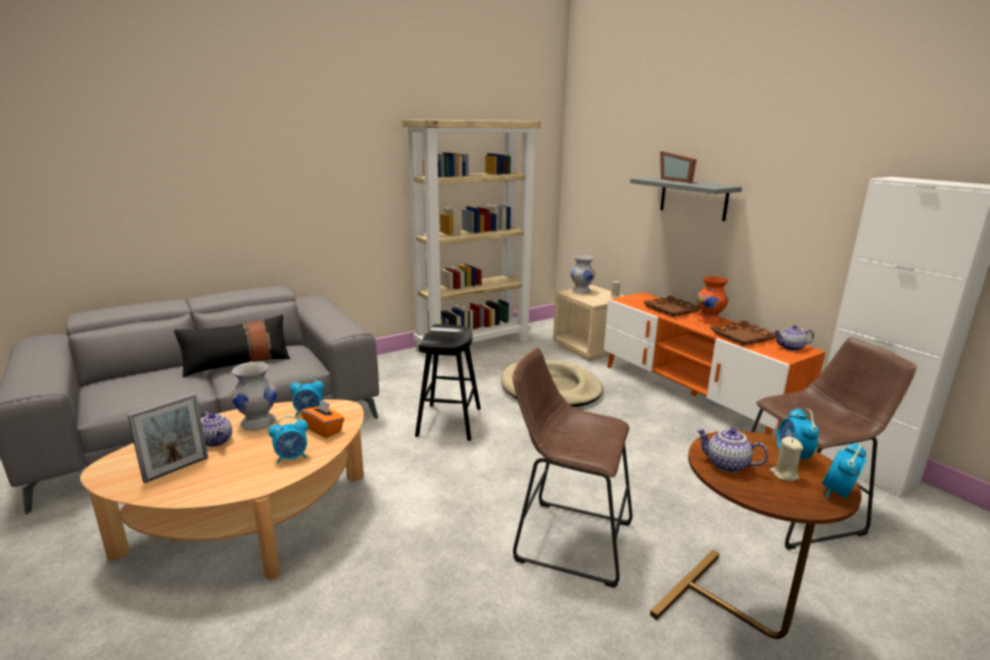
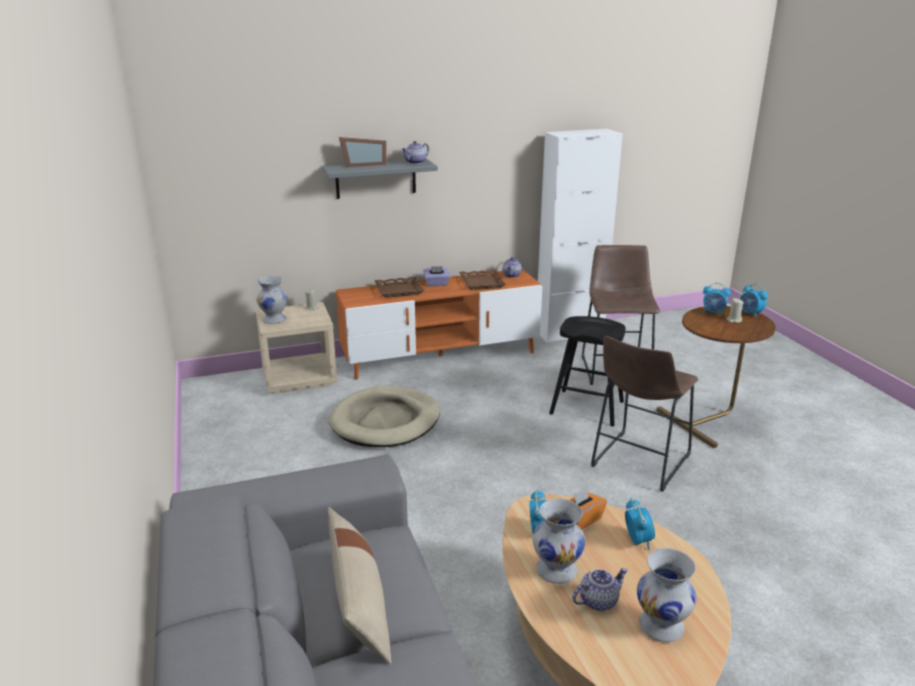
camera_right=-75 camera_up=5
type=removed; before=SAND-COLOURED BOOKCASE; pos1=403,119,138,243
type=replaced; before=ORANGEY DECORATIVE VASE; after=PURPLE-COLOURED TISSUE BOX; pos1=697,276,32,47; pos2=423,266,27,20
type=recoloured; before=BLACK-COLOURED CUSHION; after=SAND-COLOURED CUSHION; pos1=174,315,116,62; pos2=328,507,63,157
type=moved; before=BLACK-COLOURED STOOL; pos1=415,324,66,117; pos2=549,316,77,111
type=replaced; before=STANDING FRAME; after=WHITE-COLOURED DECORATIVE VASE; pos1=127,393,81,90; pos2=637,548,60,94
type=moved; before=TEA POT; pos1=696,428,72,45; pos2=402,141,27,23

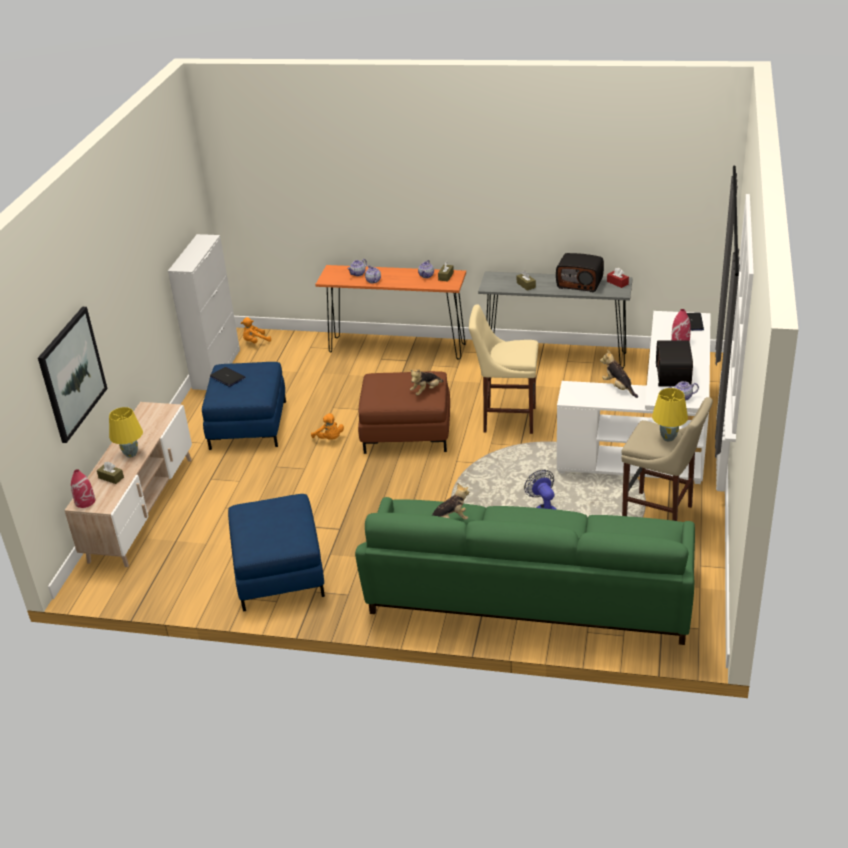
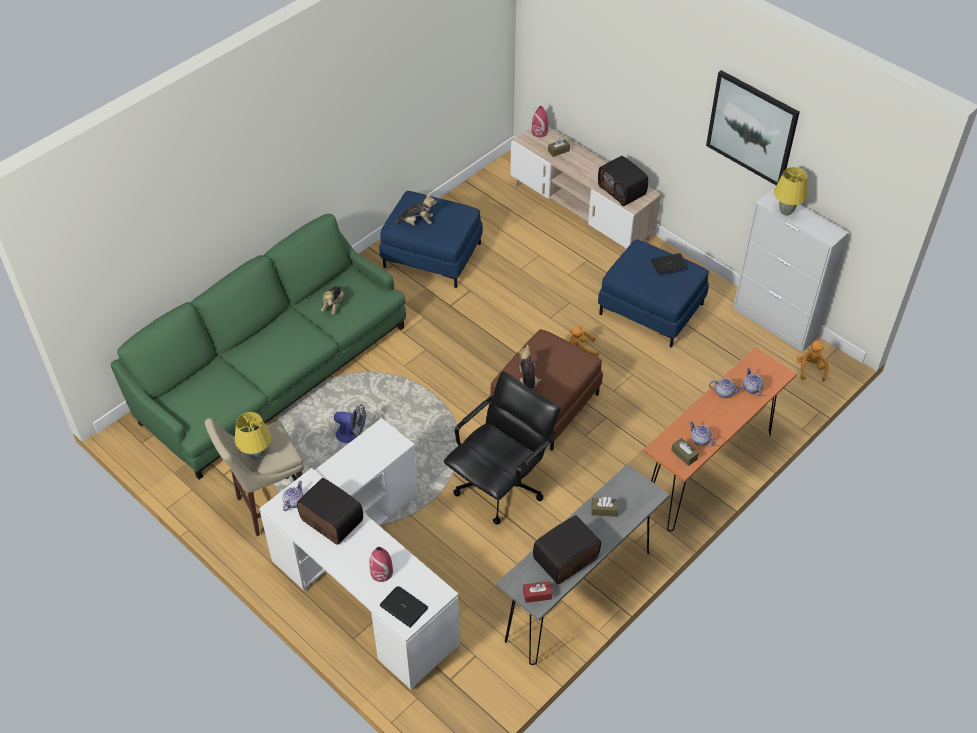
camera_right=120 camera_up=15
type=replaced; before=SAND-COLOURED STOOL; after=BLACK-COLOURED COMPUTER CHAIR; pos1=469,304,70,130; pos2=444,371,116,154
type=moved; before=WALL PICTURE; pos1=38,307,70,136; pos2=706,70,94,116
type=moved; before=CUDDLY TOY; pos1=600,350,38,48; pos2=394,193,43,32
type=moved; before=YELLOW LAMP FOR A TABLE; pos1=109,407,34,51; pos2=774,167,33,49
type=added; after=RADIO; pos2=598,156,50,50

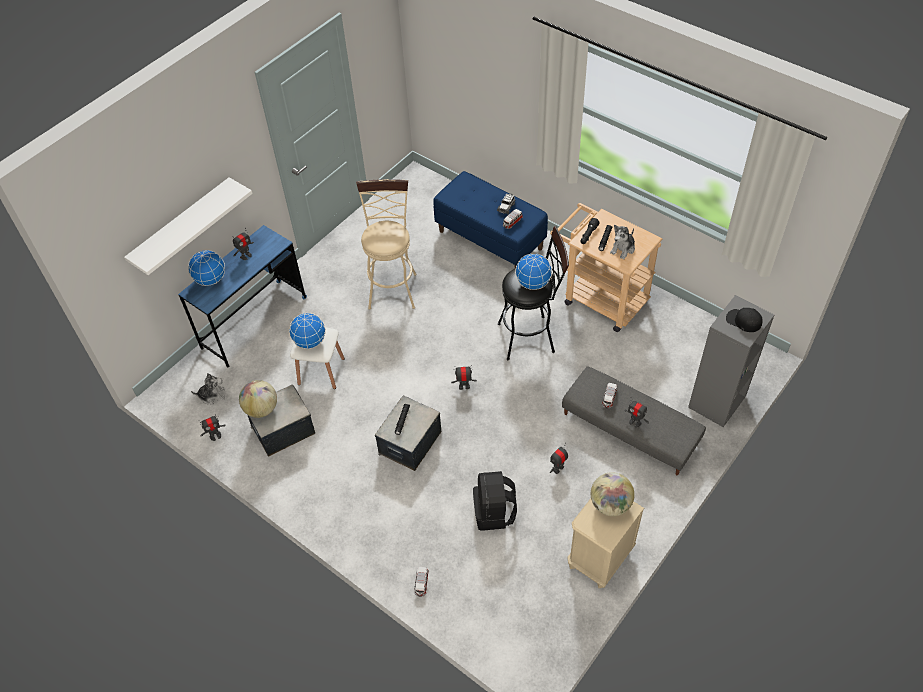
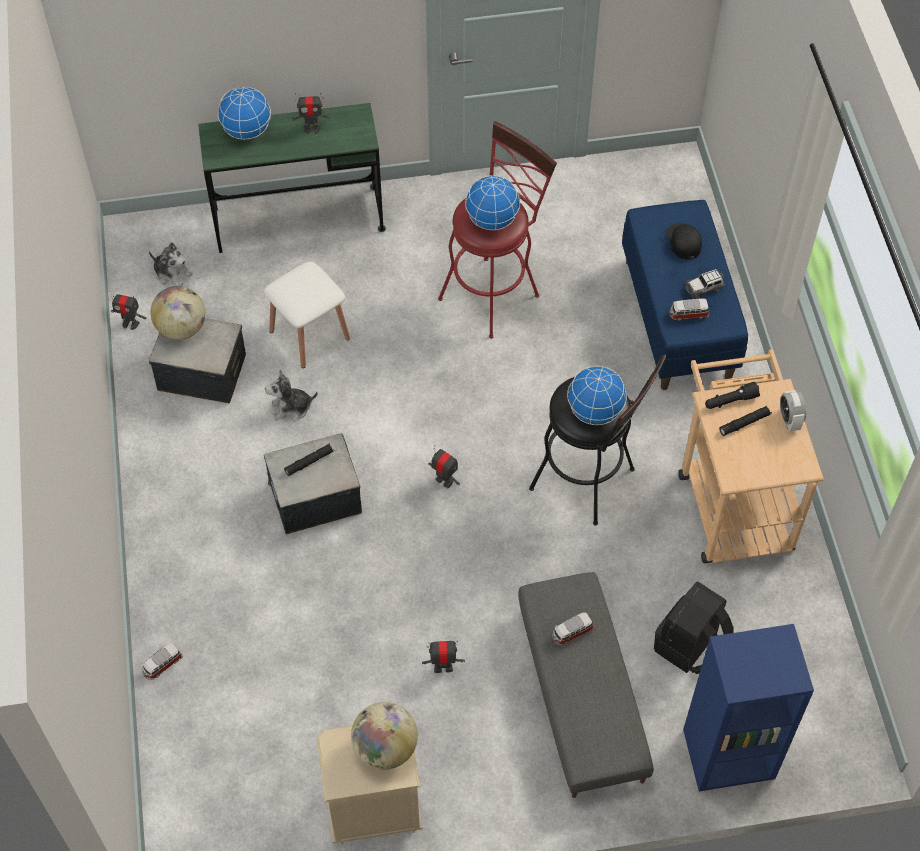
camera_right=40 camera_up=5
type=removed; before=WHITE-COLOURED BRACKET SHELF; pos1=124,177,129,98
type=recoloured; before=SAND-COLOURED STOOL; after=REDDISH STOOL; pos1=356,179,60,131; pos2=438,121,119,218
type=recoloured; before=BLUISH DESK TABLE; after=GREEN DESK TABLE; pos1=178,225,129,142; pos2=198,103,188,150
type=moved; before=CUDDLY TOY; pos1=610,225,25,34; pos2=265,370,53,51
type=recoloured; before=GREYISH BOOKCASE; after=BLUISH BOOKCASE; pos1=688,295,86,132; pos2=683,624,131,167
type=moved; before=BLACK-COLOURED BASEBALL CAP; pos1=726,308,36,24; pos2=666,223,36,37
type=moved; before=GLOBE; pos1=289,313,37,36; pos2=465,175,55,55
type=removed; before=ROBOT FIGURE; pos1=624,397,25,31
type=moved; before=BLACK-COLOURED RUCKSACK; pos1=473,471,44,60; pos2=654,581,79,93
type=added; after=ALARM CLOCK; pos2=780,390,26,42

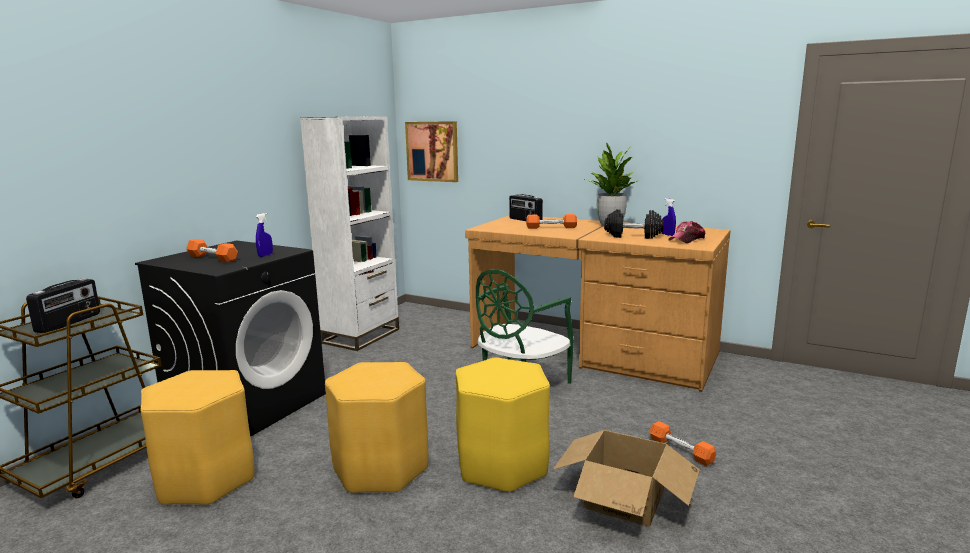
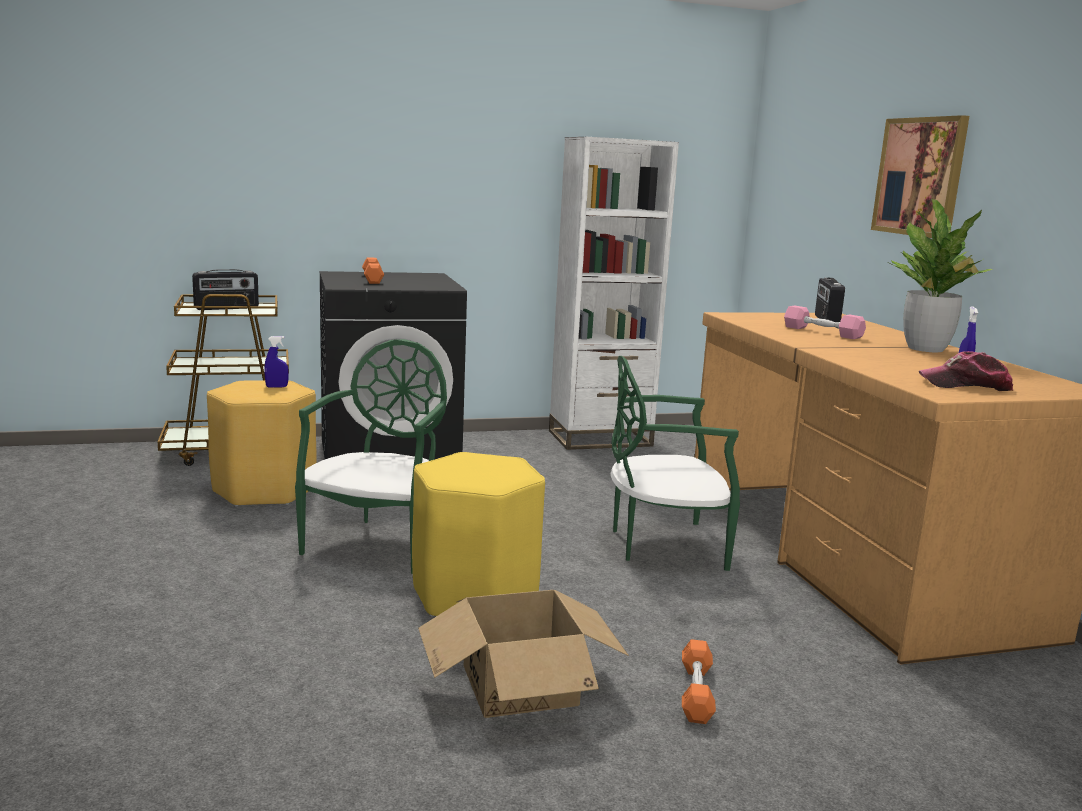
camera_right=45 camera_up=0
type=moved; before=WALL PICTURE; pos1=405,121,53,61; pos2=871,115,98,123
type=removed; before=BLACK-COLOURED DUMBBELL; pos1=604,209,60,30
type=moved; before=BLUISH SPRAYER; pos1=256,213,17,44; pos2=264,336,25,52
type=recoloured; before=ORANGEY DUMBBELL; after=PINK-COLOURED DUMBBELL; pos1=526,214,51,15; pos2=784,306,82,33
type=replaced; before=YELLOW STOOL; after=GREEN CHAIR; pos1=325,362,103,131; pos2=295,339,152,235

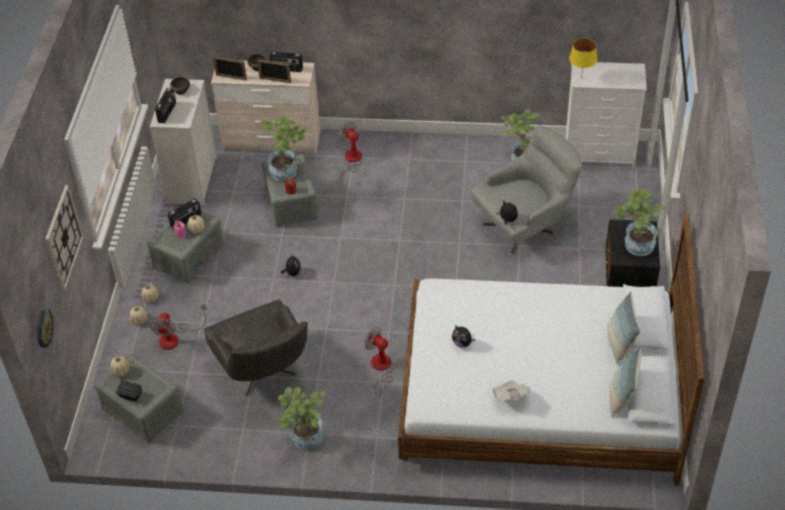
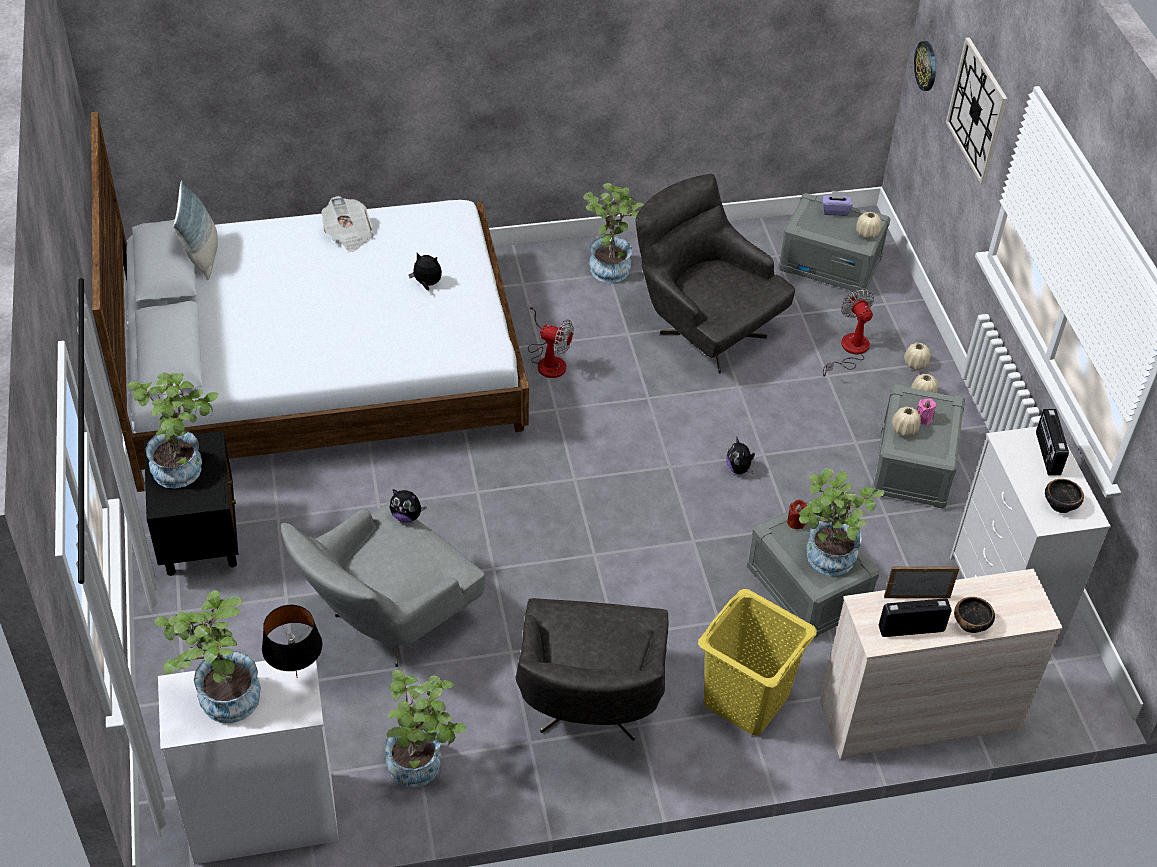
camera_right=160 camera_up=0
type=recoloured; before=YELLOW LAMP FOR A TABLE; after=BLACK-COLOURED LAMP FOR A TABLE; pos1=569,38,29,41; pos2=262,605,60,73
type=removed; before=STANDING FRAME; pos1=213,56,34,24
type=replaced; before=COOLING FAN; after=YELLOW WASHING BASKET; pos1=339,122,23,58; pos2=698,589,119,146
type=removed; before=RADIO; pos1=168,198,33,31
type=removed; before=CUSHION; pos1=607,292,33,72
type=recoloured; before=BLACK-COLOURED TISSUE BOX; after=PURPLE-COLOURED TISSUE BOX; pos1=116,381,26,21; pos2=822,191,31,25
type=added; after=PLANT IN A POT; pos2=155,590,106,133
type=added; after=GREYISH ARMCHAIR; pos2=516,598,152,143

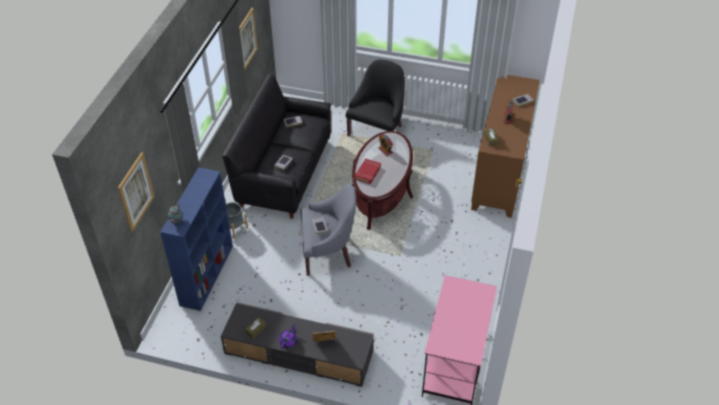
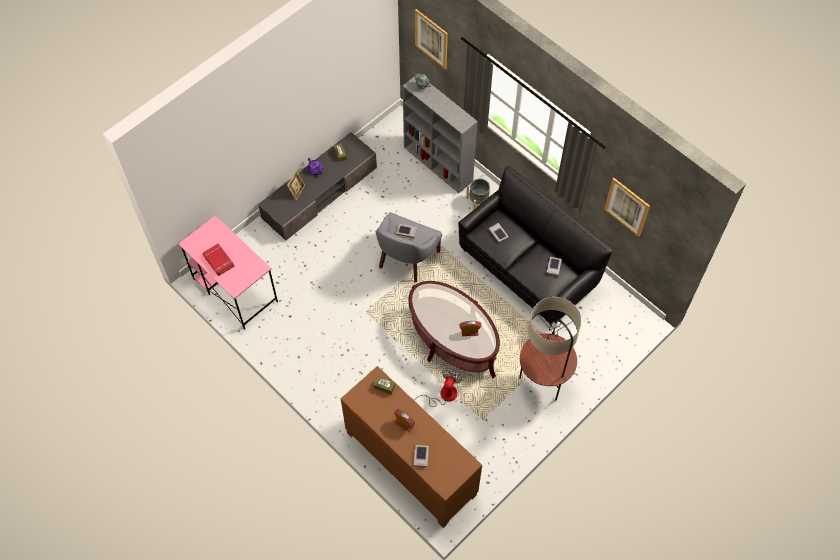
camera_right=120 camera_up=15
type=replaced; before=BLACK-COLOURED ARMCHAIR; after=STANDING LAMP; pos1=346,59,59,78; pos2=519,297,62,103
type=moved; before=REDDISH VOLUME; pos1=355,159,26,25; pos2=203,244,31,32
type=recoloured; before=BLUISH BOOKCASE; after=GREYISH BOOKCASE; pos1=160,167,73,144; pos2=403,74,75,119
type=added; after=COOLING FAN; pos2=412,370,50,37

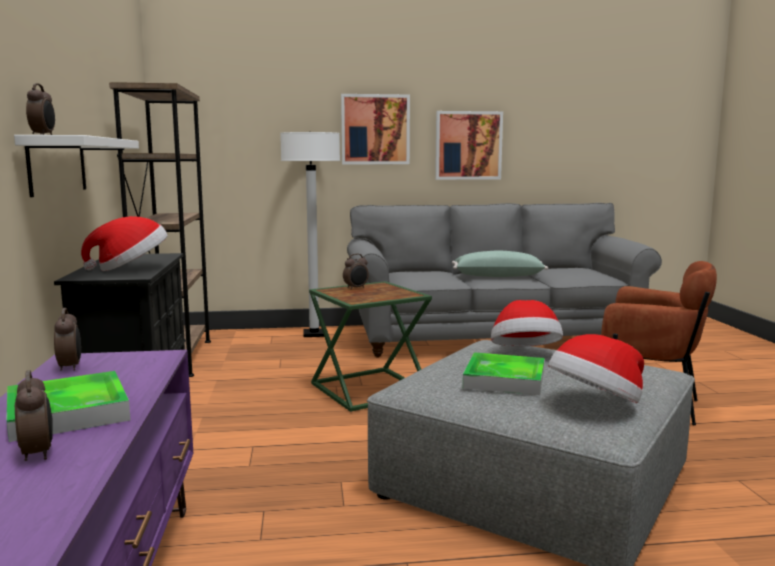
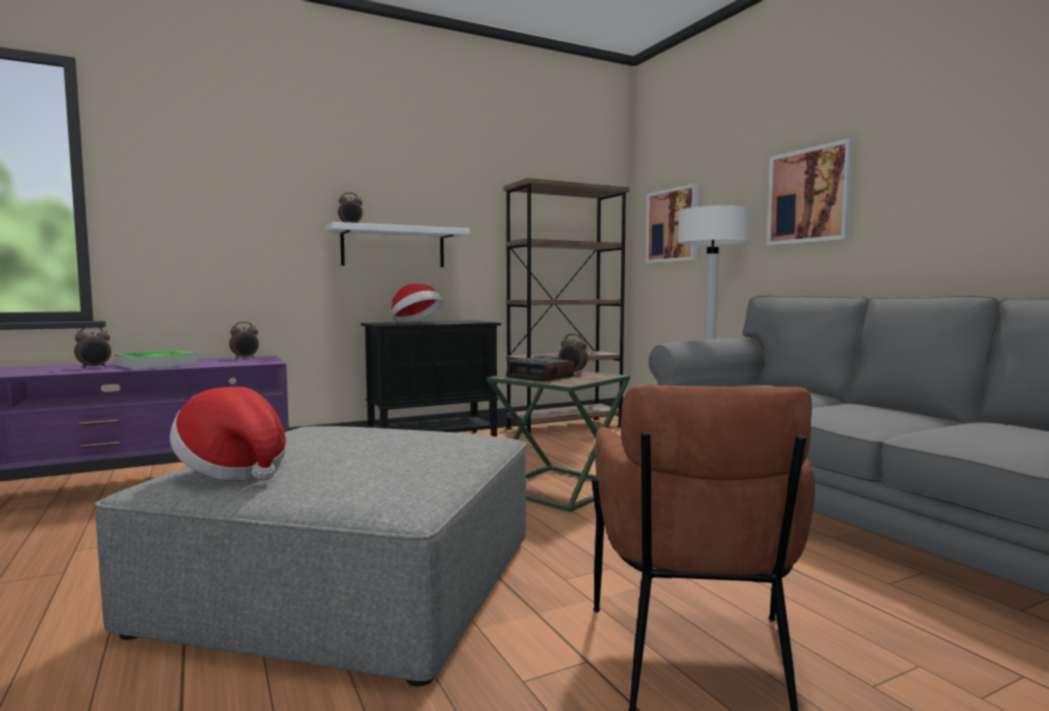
camera_right=70 camera_up=-5
type=moved; before=WALL PICTURE; pos1=435,111,68,69; pos2=646,183,53,80
type=removed; before=GREEN CUSHION; pos1=452,251,96,26
type=removed; before=HAT; pos1=491,300,72,46
type=removed; before=TRAY; pos1=463,352,82,43
type=added; after=ALARM CLOCK; pos2=506,357,68,24

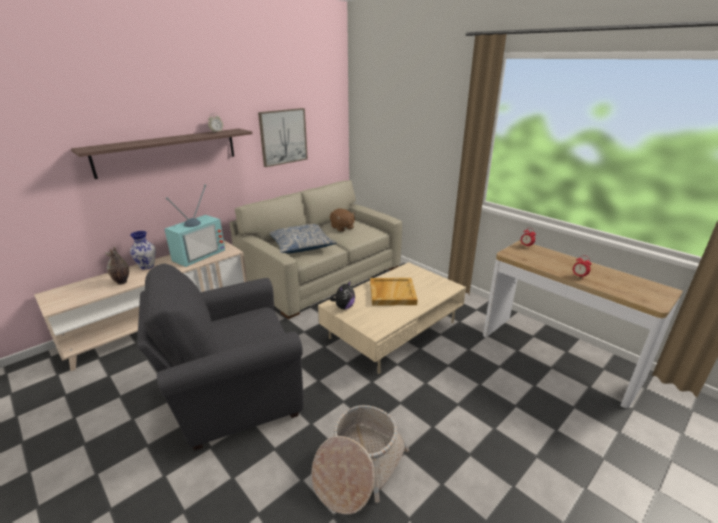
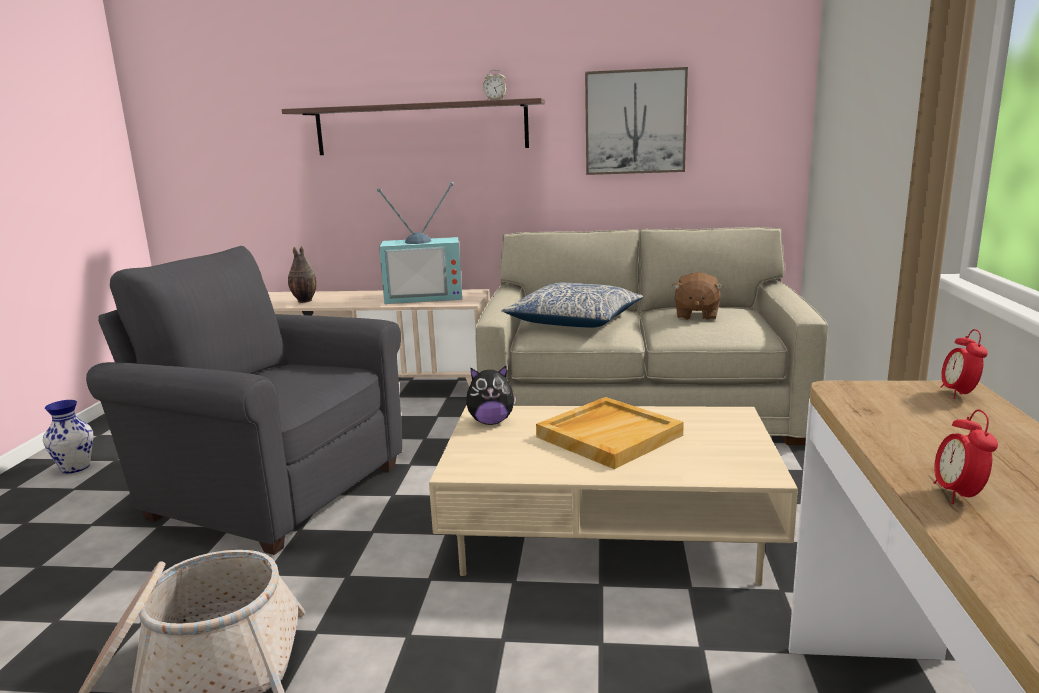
camera_right=50 camera_up=-10
type=moved; before=DECORATIVE VASE; pos1=130,231,26,39; pos2=43,400,51,73

